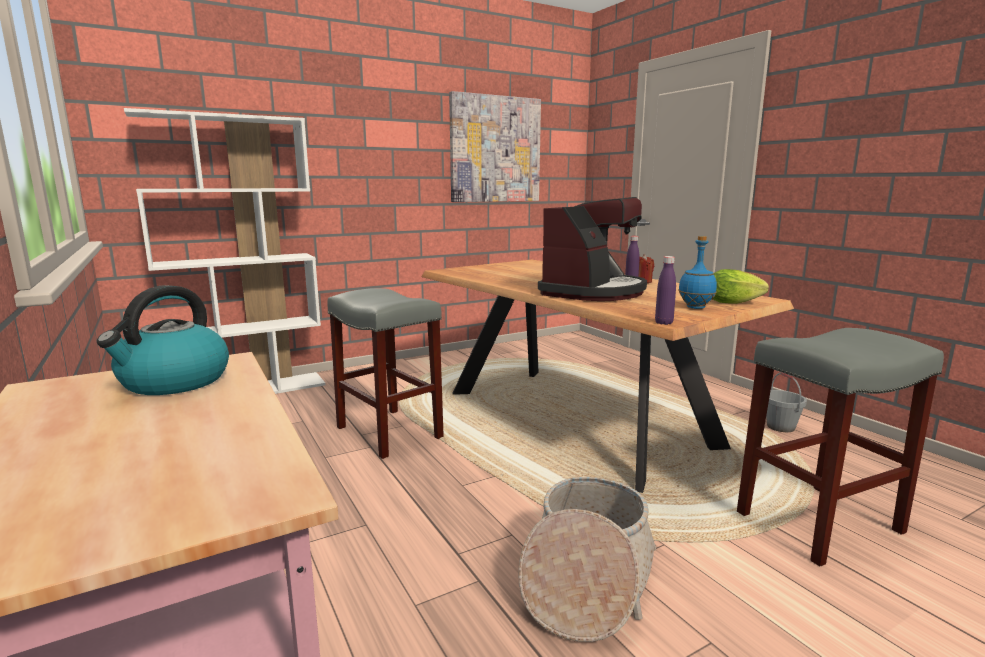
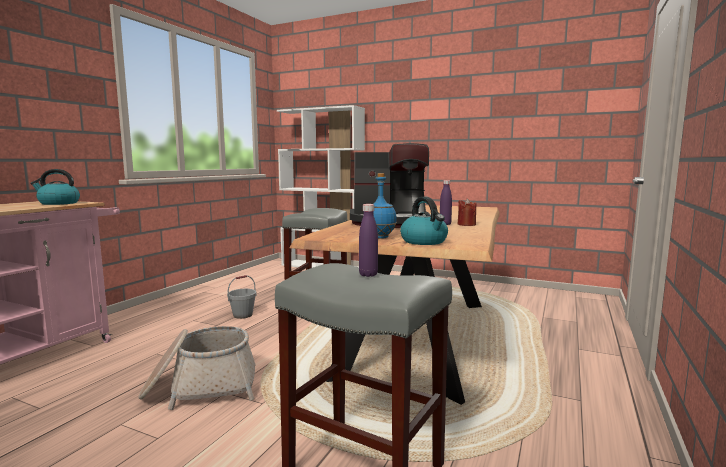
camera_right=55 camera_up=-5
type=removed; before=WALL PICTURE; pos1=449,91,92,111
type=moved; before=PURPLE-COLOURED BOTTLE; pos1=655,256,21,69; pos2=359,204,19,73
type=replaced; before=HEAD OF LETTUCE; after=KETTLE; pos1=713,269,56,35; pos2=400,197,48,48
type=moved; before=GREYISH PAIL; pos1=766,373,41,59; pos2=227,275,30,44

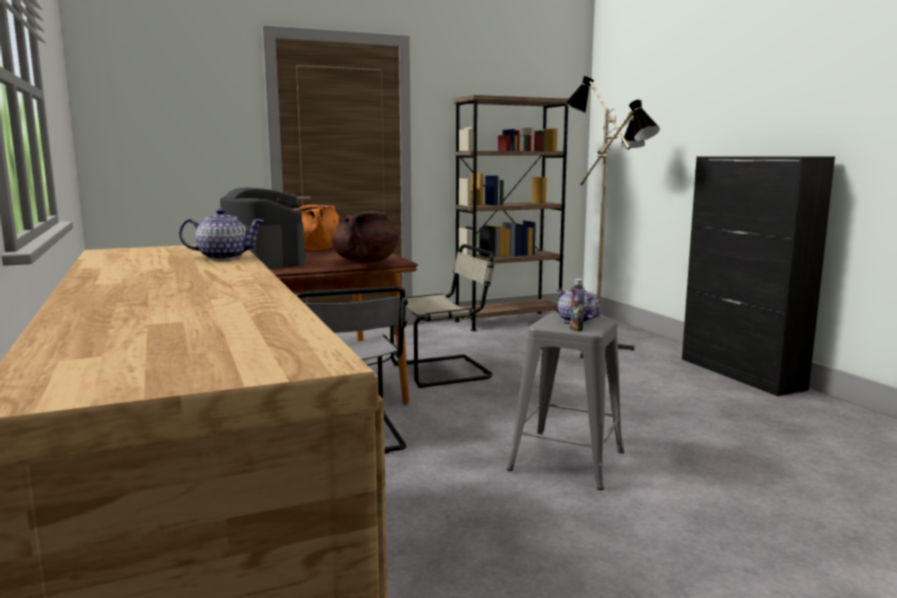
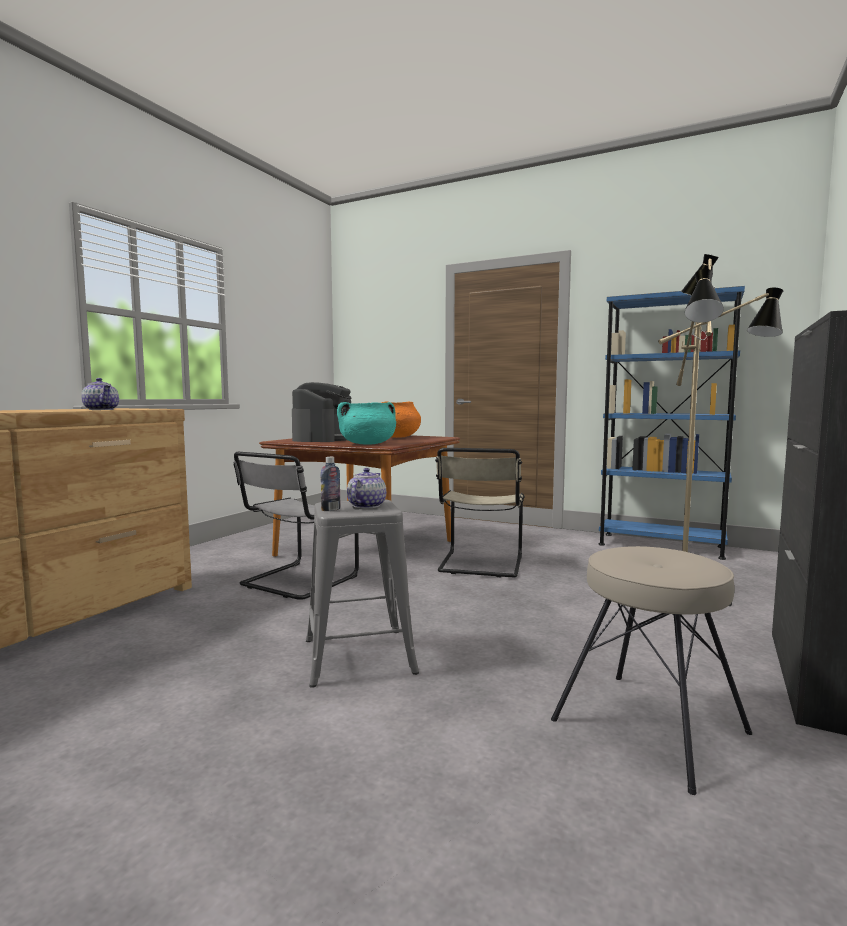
camera_right=50 camera_up=-5
type=recoloured; before=BROWNISH BOOKCASE; after=BLUISH BOOKCASE; pos1=453,95,115,236; pos2=598,286,147,274
type=recoloured; before=BROWNISH SAUCEPOT; after=TURQUOISE SAUCEPOT; pos1=332,211,66,52; pos2=337,402,59,43
type=turned; before=SAND-COLOURED CHAIR; pos1=390,244,104,144; pos2=435,448,90,129; turn=75
type=added; after=SAND-COLOURED STOOL; pos2=551,546,201,249

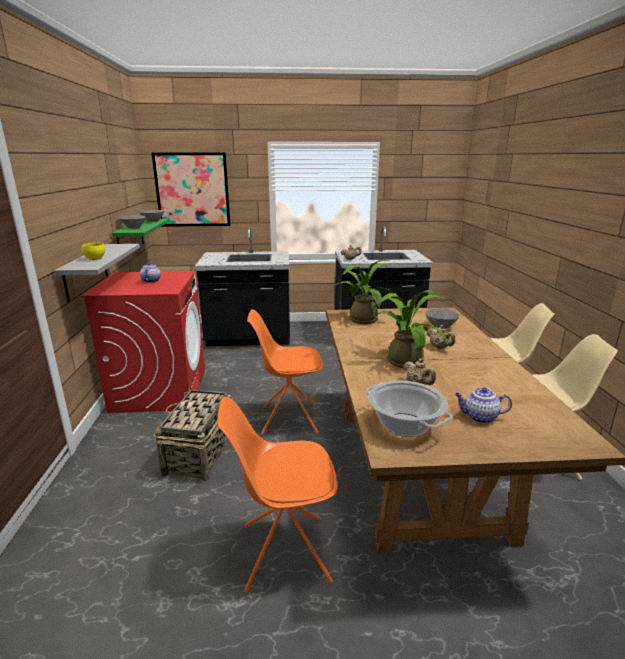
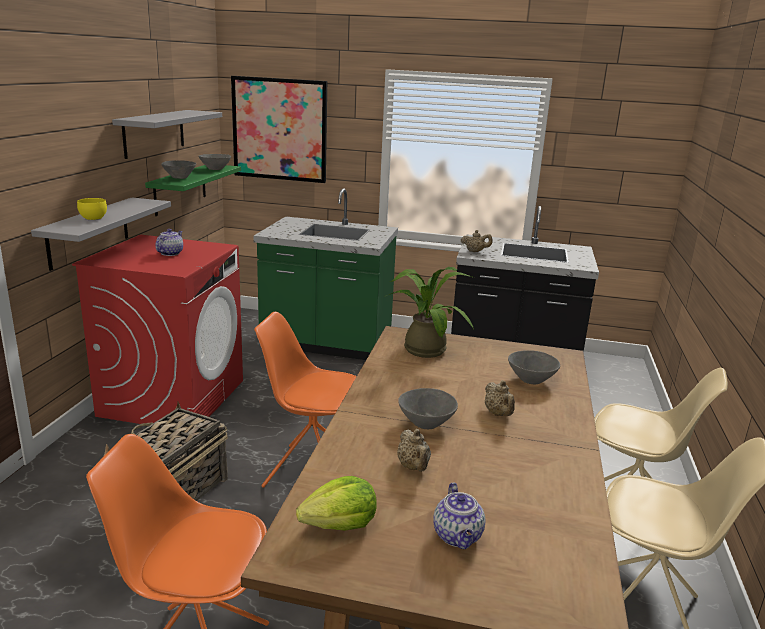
camera_right=15 camera_up=0
type=recoloured; before=BLACK-COLOURED KITCHEN BASE UNIT; after=GREEN KITCHEN BASE UNIT; pos1=195,227,95,119; pos2=253,188,145,172
type=replaced; before=PLANT IN A POT; after=GREYISH BOWL; pos1=370,290,79,78; pos2=398,388,60,41
type=replaced; before=SAUCEPOT; after=HEAD OF LETTUCE; pos1=365,381,88,56; pos2=296,476,81,55
type=turned; before=TEA POT; pos1=455,387,57,36; pos2=433,483,53,66; turn=-120
type=added; after=GREYISH BRACKET SHELF; pos2=112,110,110,49

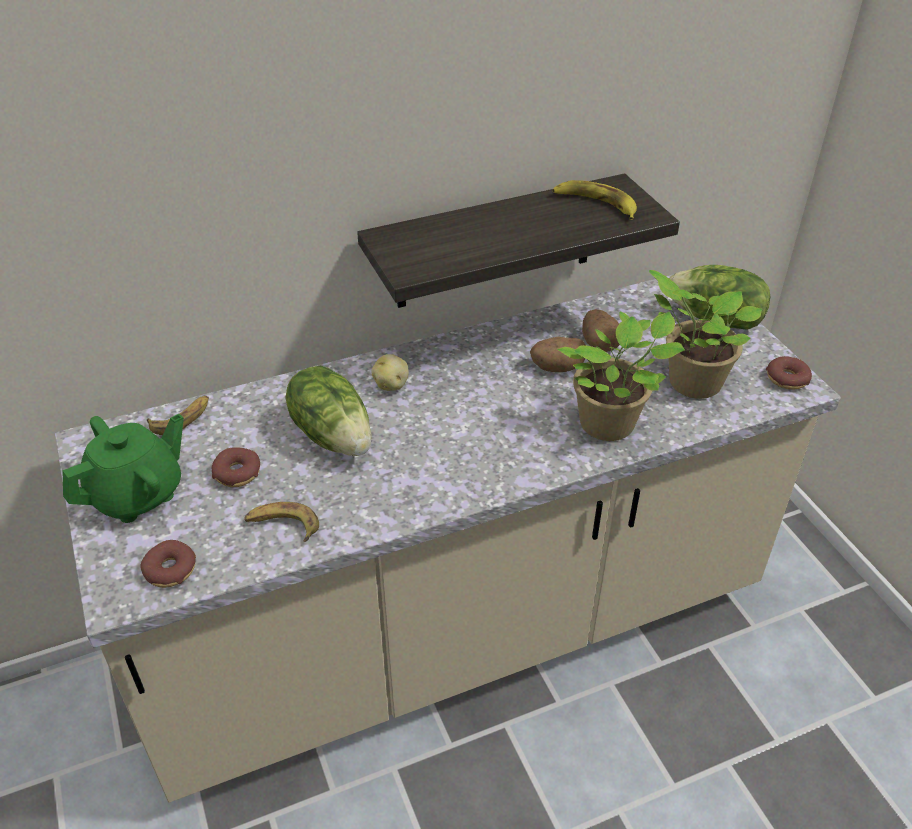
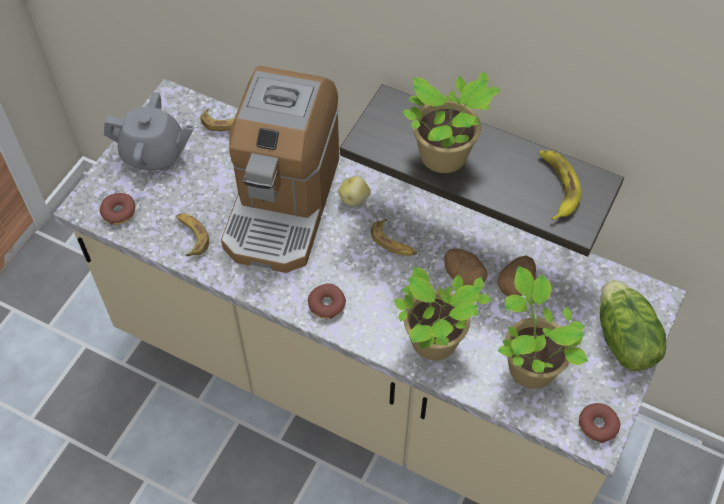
camera_right=50 camera_up=15
type=replaced; before=HEAD OF LETTUCE; after=COFFEE MACHINE; pos1=285,366,86,90; pos2=221,66,118,207
type=recoloured; before=GREEN TEA POT; after=GREYISH TEA POT; pos1=62,414,122,109; pos2=104,92,90,79
type=moved; before=DONUT; pos1=212,447,48,40; pos2=308,283,38,36
type=added; after=PLANT IN A POT; pos2=402,71,99,102
type=added; after=BANANA; pos2=371,219,46,37

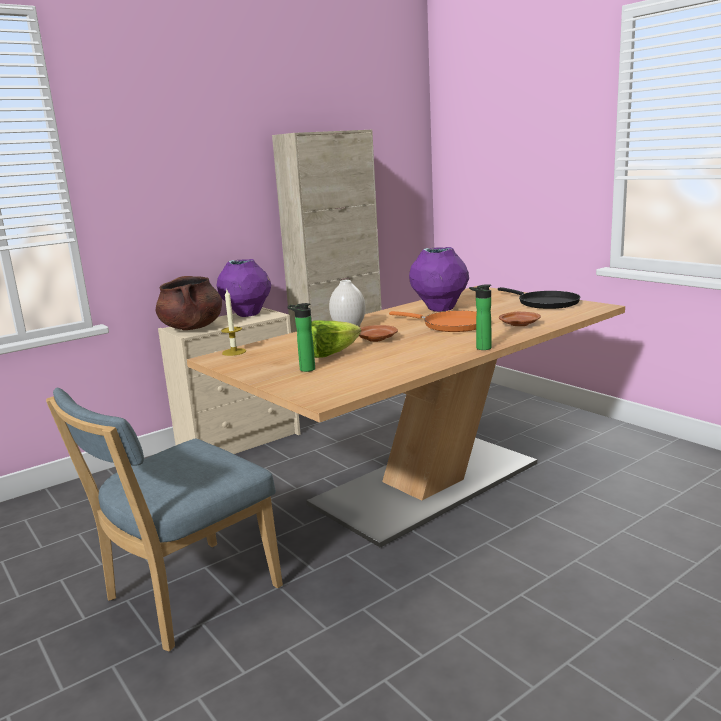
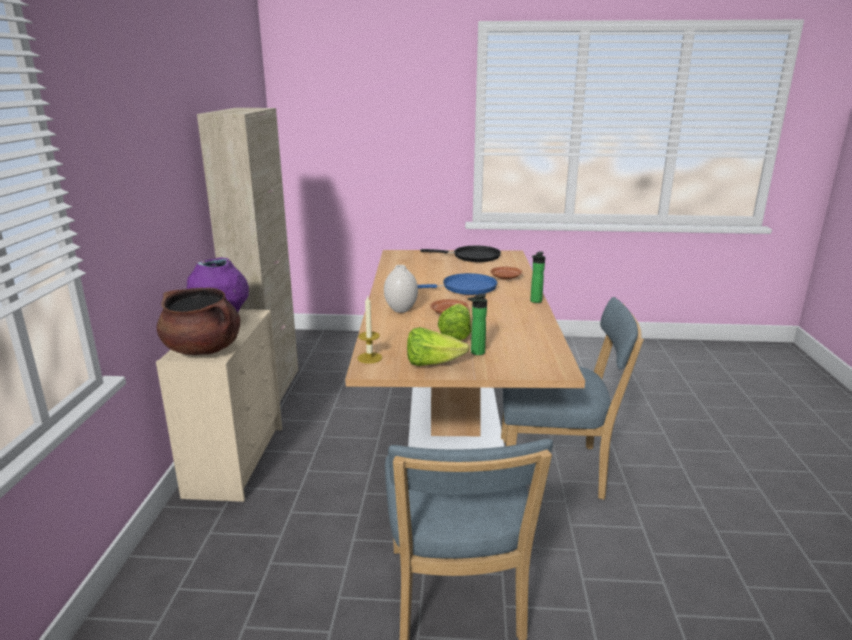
camera_right=-50 camera_up=5
type=removed; before=PURPLE-COLOURED DECORATIVE VASE; pos1=409,247,60,65
type=recoloured; before=ORANGEY PAN; after=BLUISH PAN; pos1=389,311,88,21; pos2=418,273,79,22
type=added; after=BLUISH CHAIR; pos2=501,297,143,203
type=added; after=HEAD OF LETTUCE; pos2=407,327,63,39

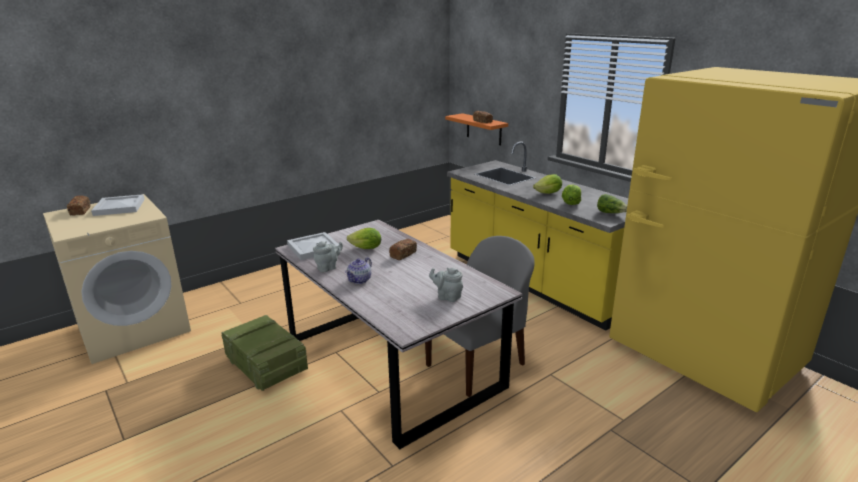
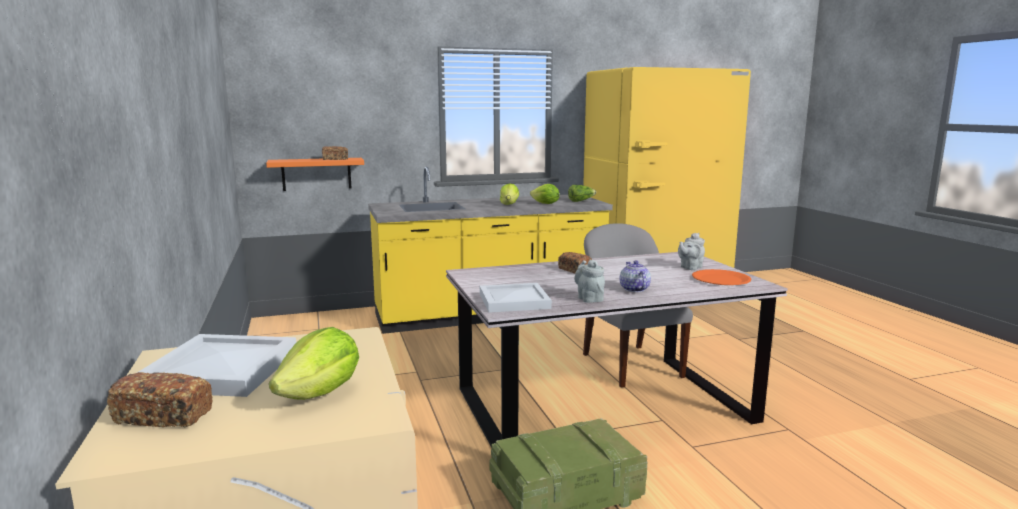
camera_right=-70 camera_up=-10
type=moved; before=HEAD OF LETTUCE; pos1=347,228,34,21; pos2=269,327,90,73
type=turned; before=TEA POT; pos1=345,257,27,27; pos2=620,260,31,32; turn=-150
type=added; after=ORANGEY DINNER PLATE; pos2=692,269,59,16

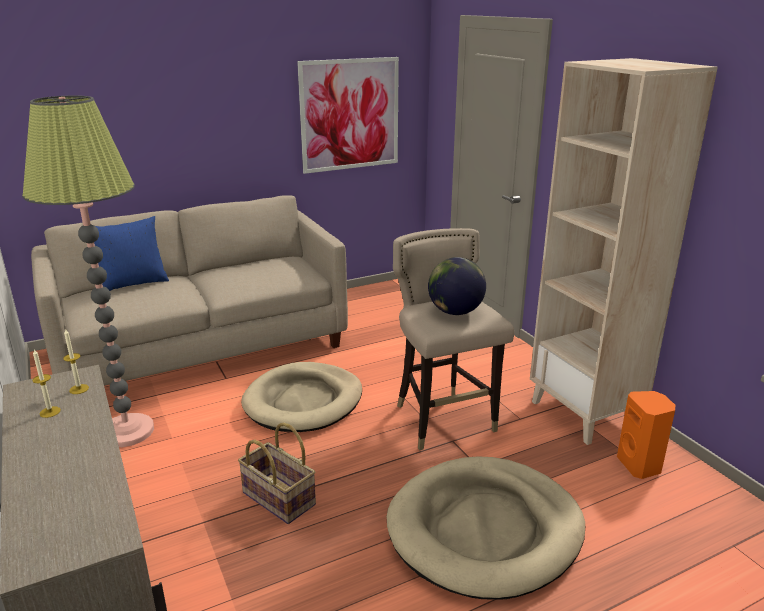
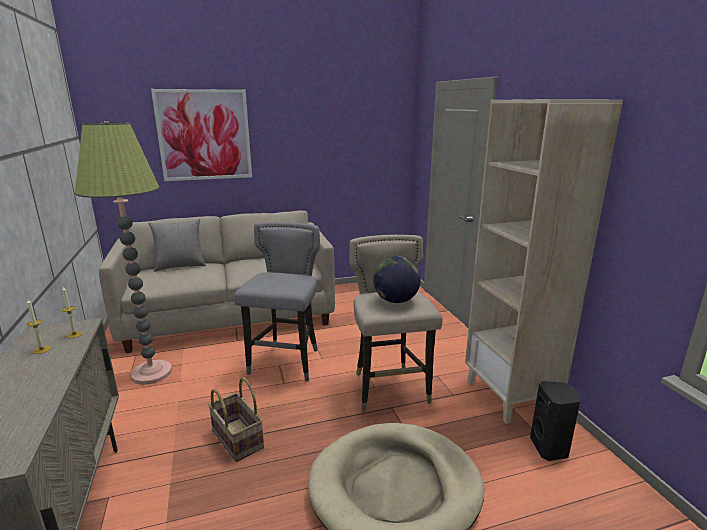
camera_right=10 camera_up=-5
type=moved; before=WALL PICTURE; pos1=297,57,102,117; pos2=151,89,101,92
type=recoloured; before=BLUISH CUSHION; after=GREYISH CUSHION; pos1=94,216,75,75; pos2=148,219,58,53
type=replaced; before=SAND-COLOURED PET BED; after=GREYISH STOOL; pos1=241,362,121,70; pos2=234,222,86,160
type=recoloured; before=ORANGEY LOUDSPEAKER; after=BLACK-COLOURED LOUDSPEAKER; pos1=617,391,58,88; pos2=530,381,51,80

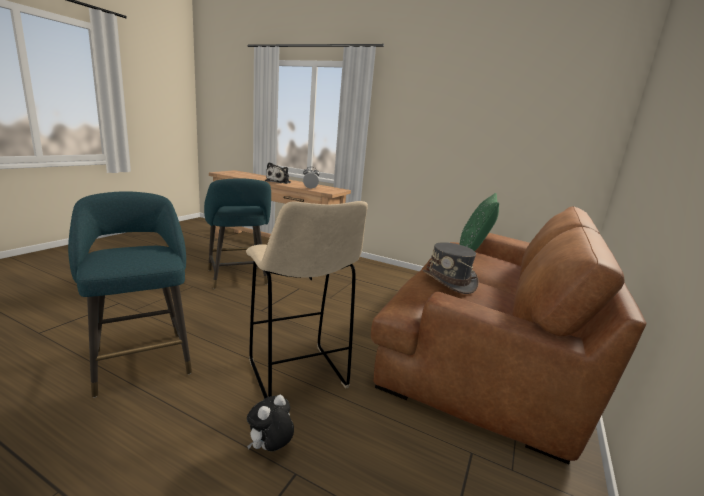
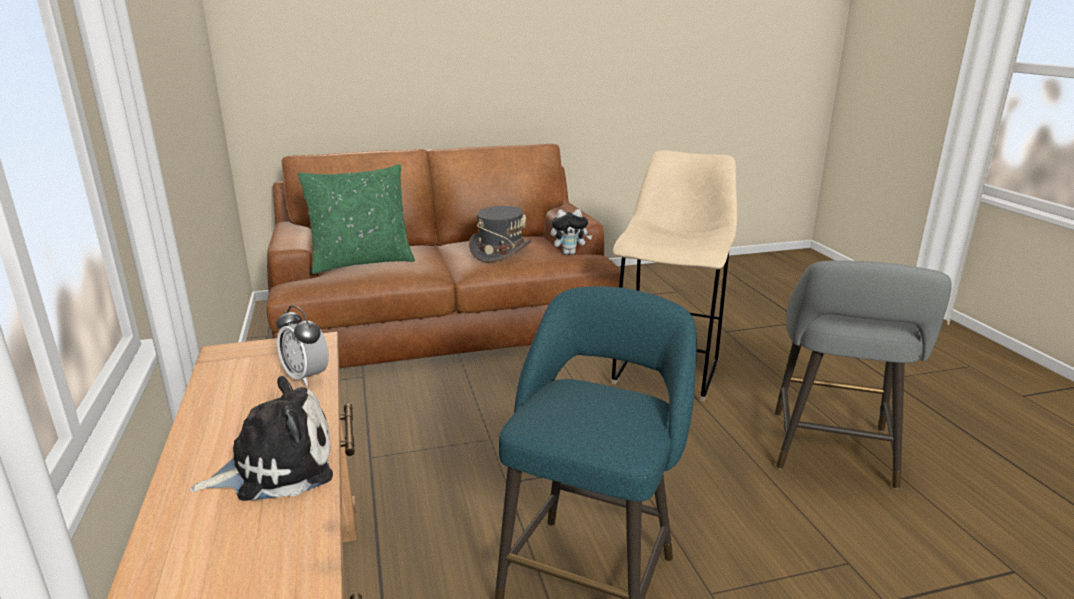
camera_right=-130 camera_up=5
type=recoloured; before=TURQUOISE STOOL; after=GREYISH STOOL; pos1=68,191,124,207; pos2=775,261,177,228
type=moved; before=CUDDLY TOY; pos1=247,395,47,56; pos2=551,209,42,46

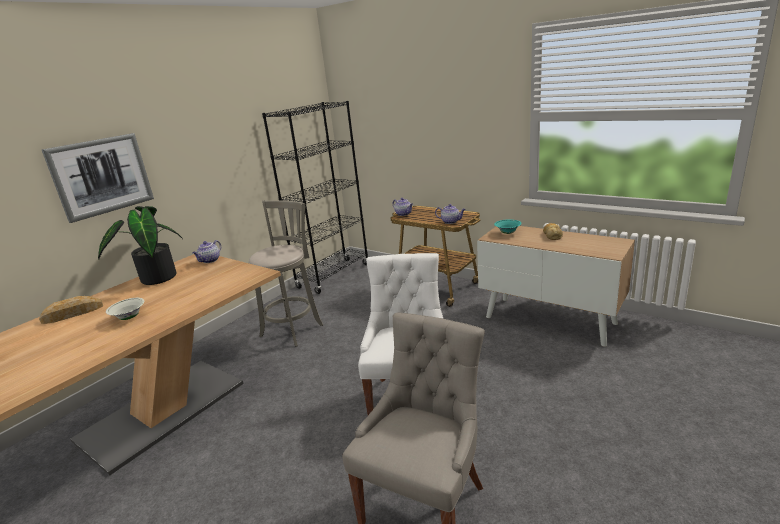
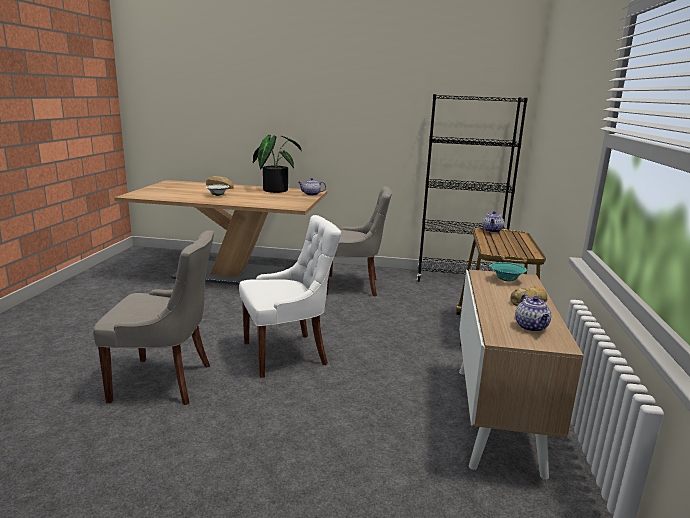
camera_right=60 camera_up=-5
type=removed; before=WALL PICTURE; pos1=42,133,112,90
type=replaced; before=GREYISH STOOL; after=GREYISH CHAIR; pos1=249,200,74,147; pos2=327,186,65,111
type=moved; before=TEA POT; pos1=435,204,31,20; pos2=515,294,36,38

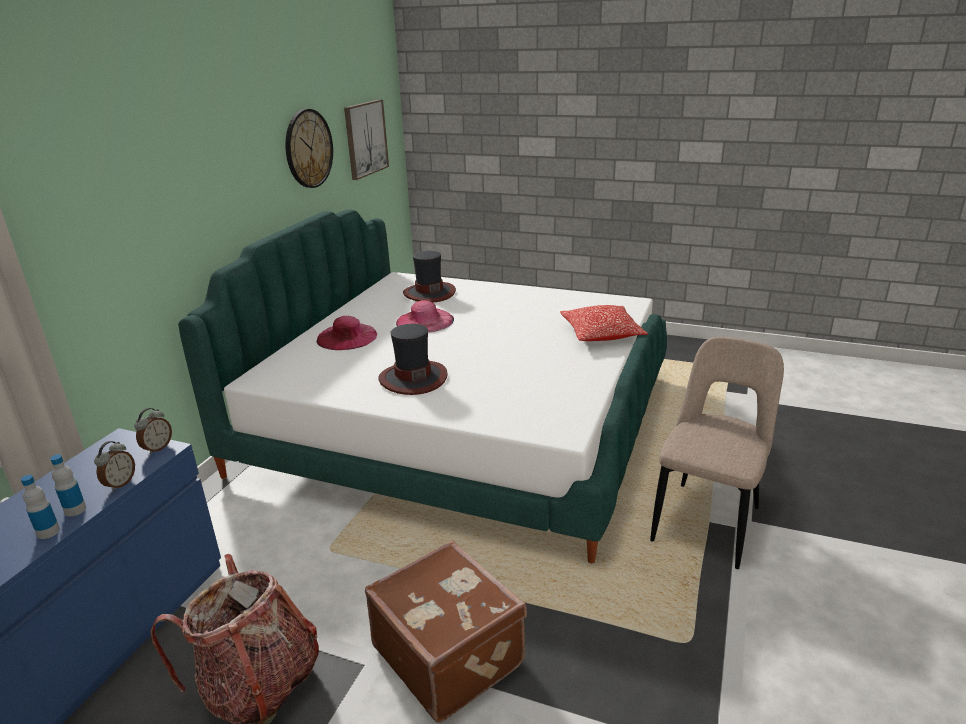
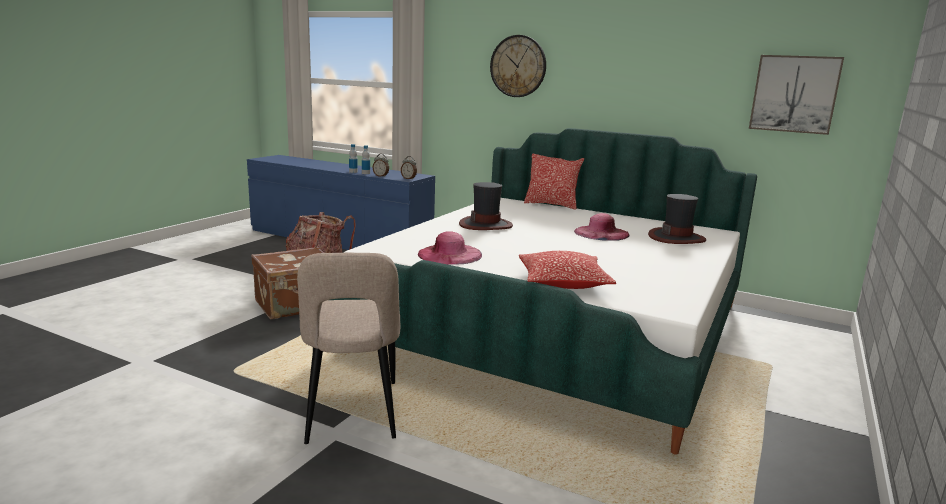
camera_right=95 camera_up=-10
type=moved; before=WALL CLOCK; pos1=286,109,47,79; pos2=490,35,56,62
type=moved; before=PINK-COLOURED HAT; pos1=317,316,60,34; pos2=418,231,64,34
type=turned; before=SAND-COLOURED CHAIR; pos1=650,337,134,232; pos2=297,253,104,191; turn=45
type=added; after=CUSHION; pos2=524,154,60,56

